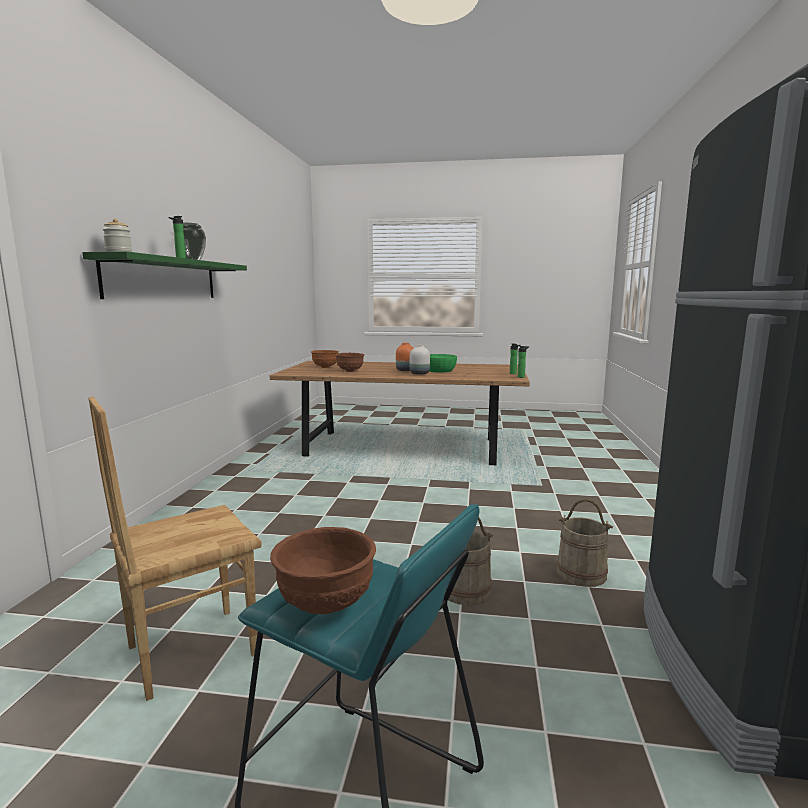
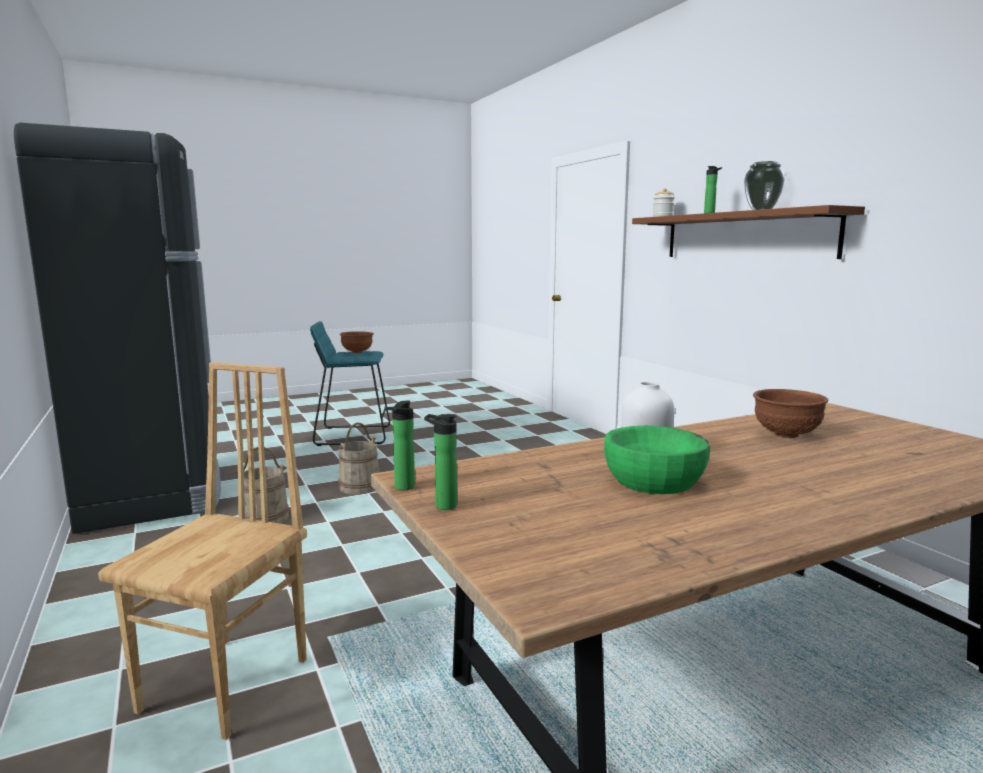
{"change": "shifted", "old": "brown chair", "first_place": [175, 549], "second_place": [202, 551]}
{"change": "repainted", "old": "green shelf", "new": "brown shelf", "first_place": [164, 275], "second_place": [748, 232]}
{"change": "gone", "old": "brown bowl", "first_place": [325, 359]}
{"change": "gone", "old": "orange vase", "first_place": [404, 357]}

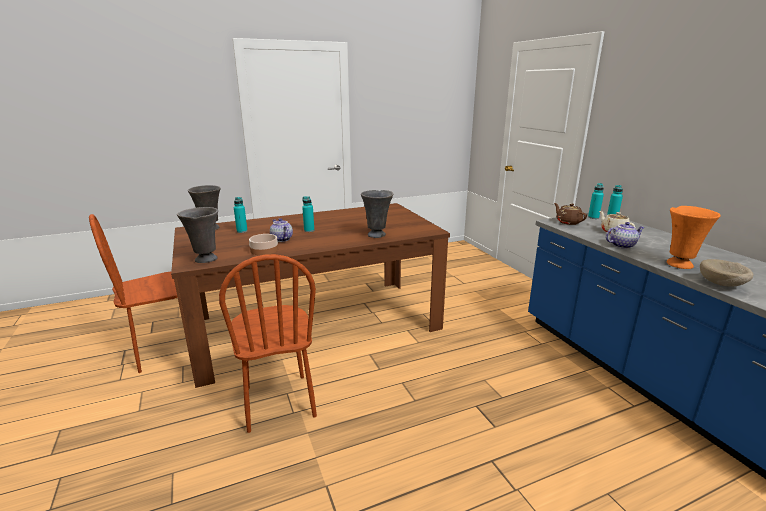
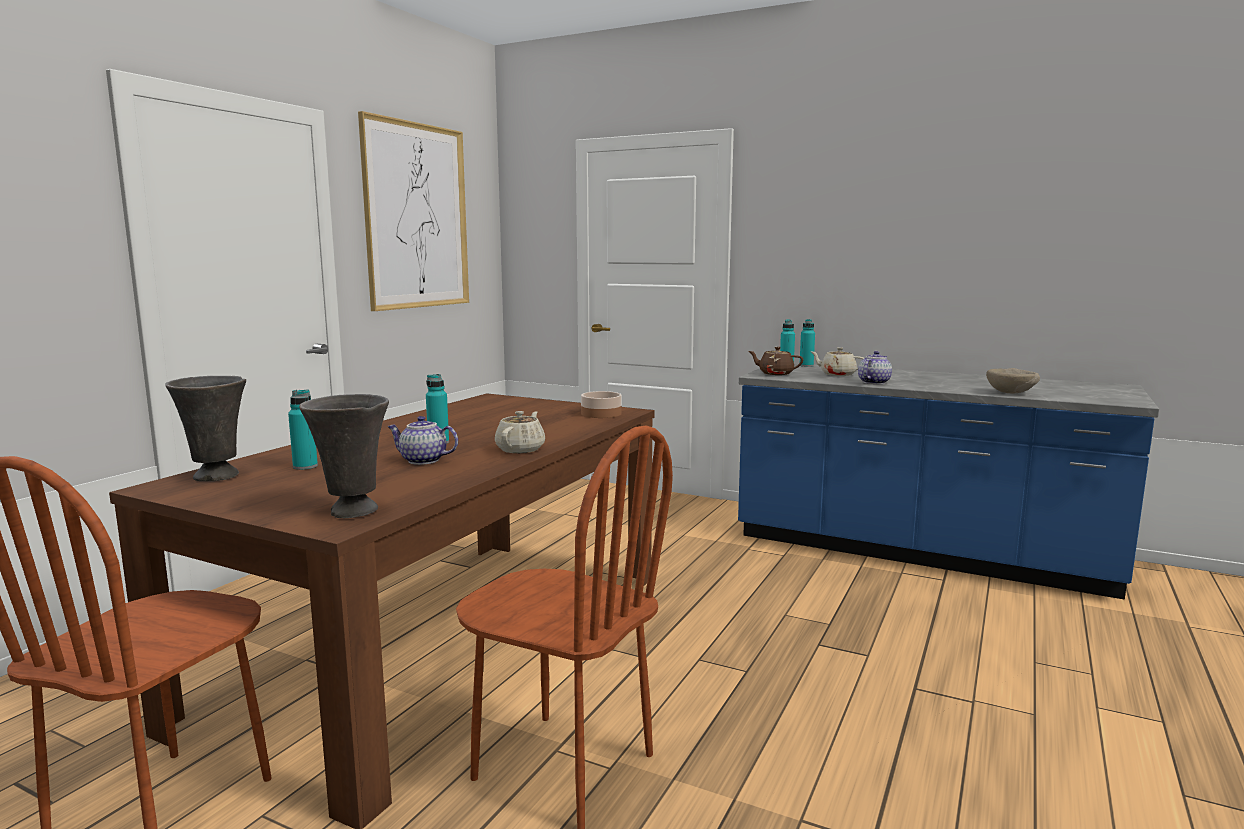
{"change": "new", "new": "picture", "second_place": [413, 211]}
{"change": "new", "new": "beige teapot", "second_place": [520, 432]}
{"change": "shifted", "old": "bowl", "first_place": [263, 244], "second_place": [601, 404]}
{"change": "gone", "old": "grey vase", "first_place": [377, 214]}
{"change": "gone", "old": "orange vase", "first_place": [694, 237]}

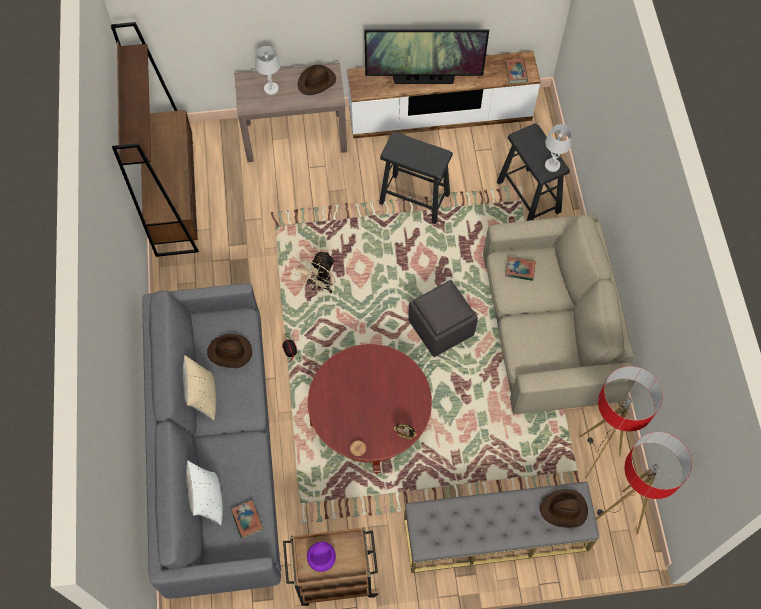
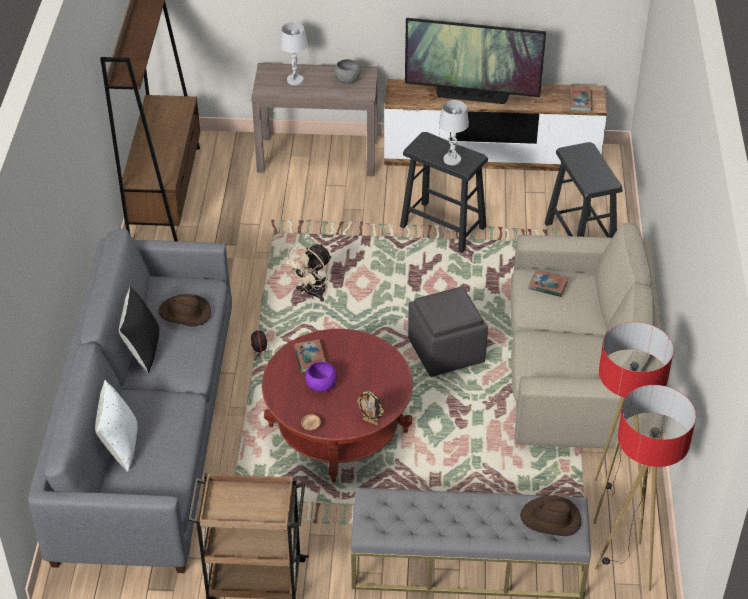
{"change": "repainted", "old": "beige pillow", "new": "black pillow", "first_place": [199, 387], "second_place": [139, 329]}
{"change": "shifted", "old": "book", "first_place": [247, 519], "second_place": [310, 356]}
{"change": "shifted", "old": "purple bowl", "first_place": [321, 556], "second_place": [321, 377]}
{"change": "swapped", "old": "brown hat", "new": "grey bowl", "first_place": [317, 80], "second_place": [347, 71]}
{"change": "shifted", "old": "white table lamp", "first_place": [558, 148], "second_place": [454, 132]}

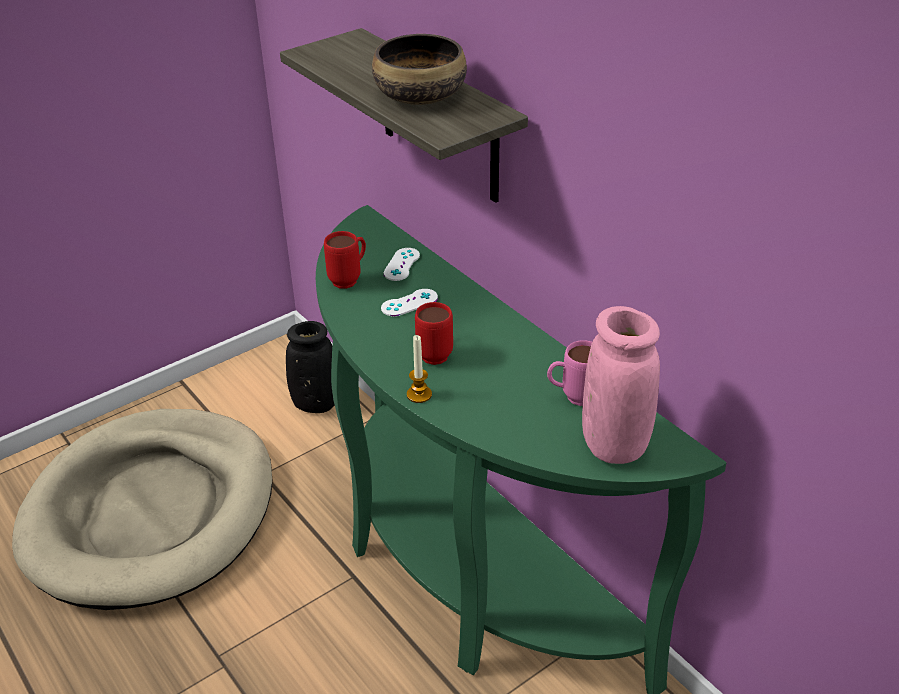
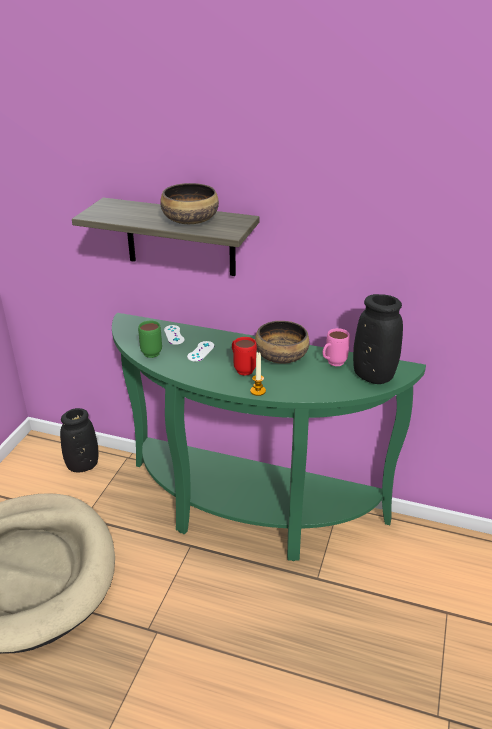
{"change": "repainted", "old": "red mug", "new": "green mug", "first_place": [345, 260], "second_place": [150, 339]}
{"change": "new", "new": "bowl", "second_place": [282, 342]}
{"change": "repainted", "old": "pink vase", "new": "black vase", "first_place": [621, 385], "second_place": [378, 339]}

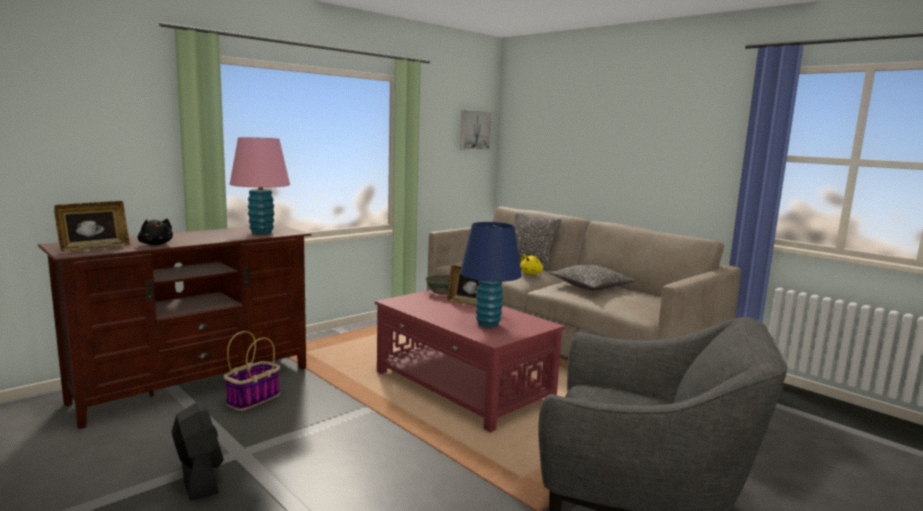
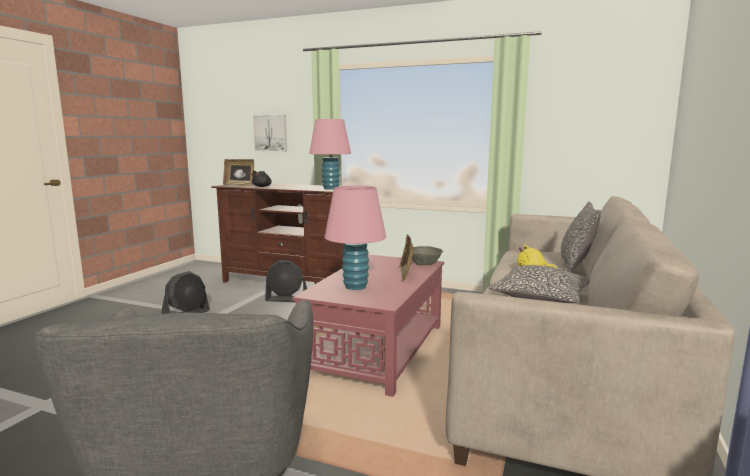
{"change": "shifted", "old": "picture", "first_place": [476, 130], "second_place": [270, 133]}
{"change": "swapped", "old": "basket", "new": "black fan", "first_place": [252, 371], "second_place": [286, 281]}
{"change": "repainted", "old": "blue table lamp", "new": "pink table lamp", "first_place": [491, 274], "second_place": [355, 238]}

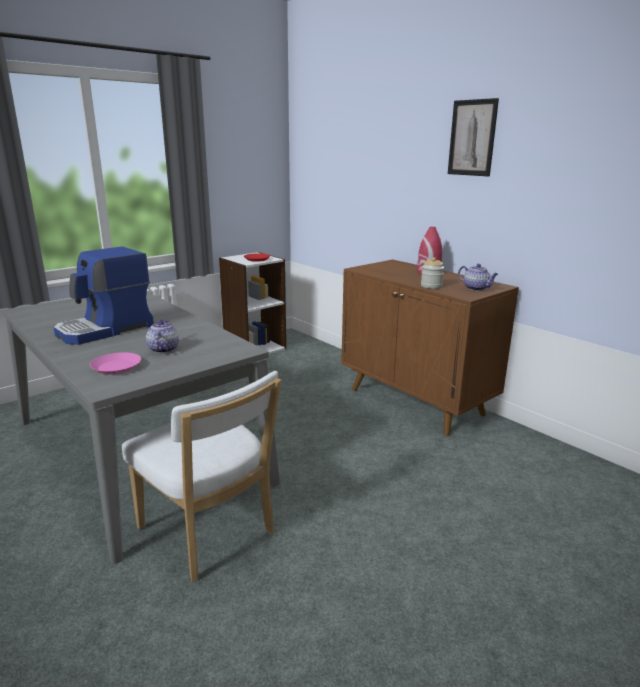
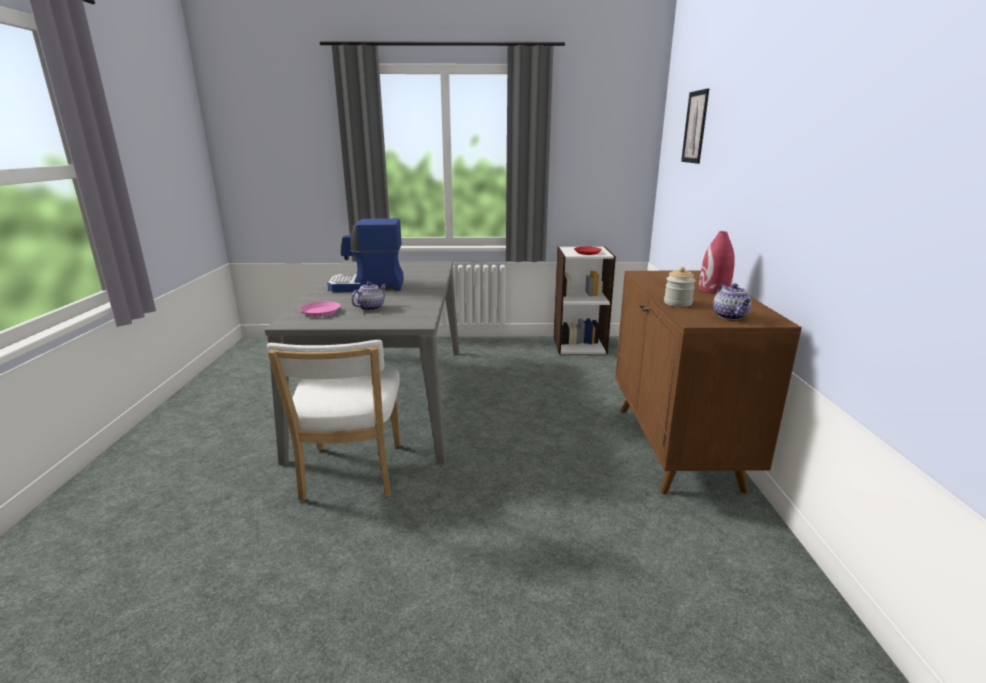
{"change": "shifted", "old": "picture", "first_place": [473, 137], "second_place": [695, 126]}

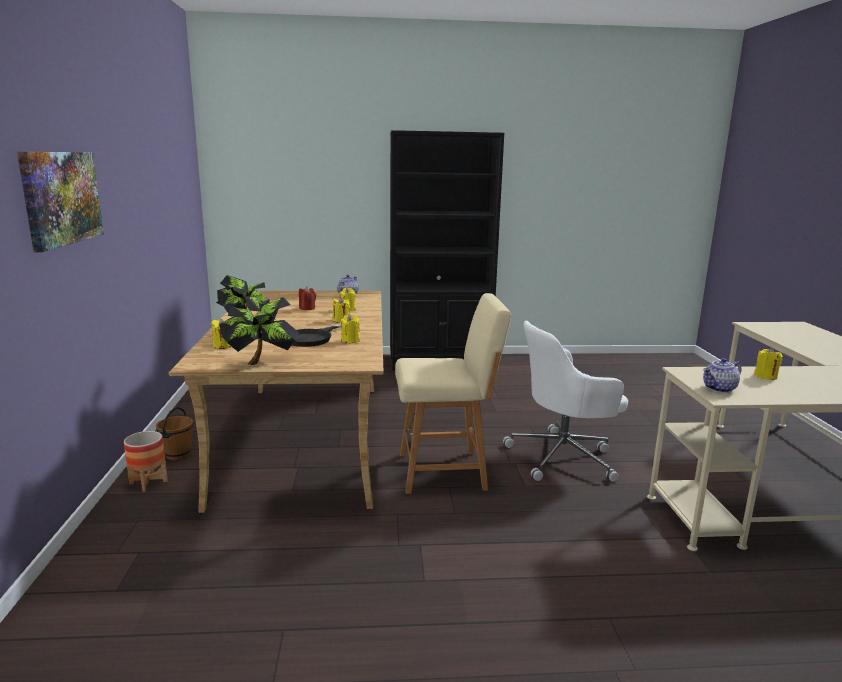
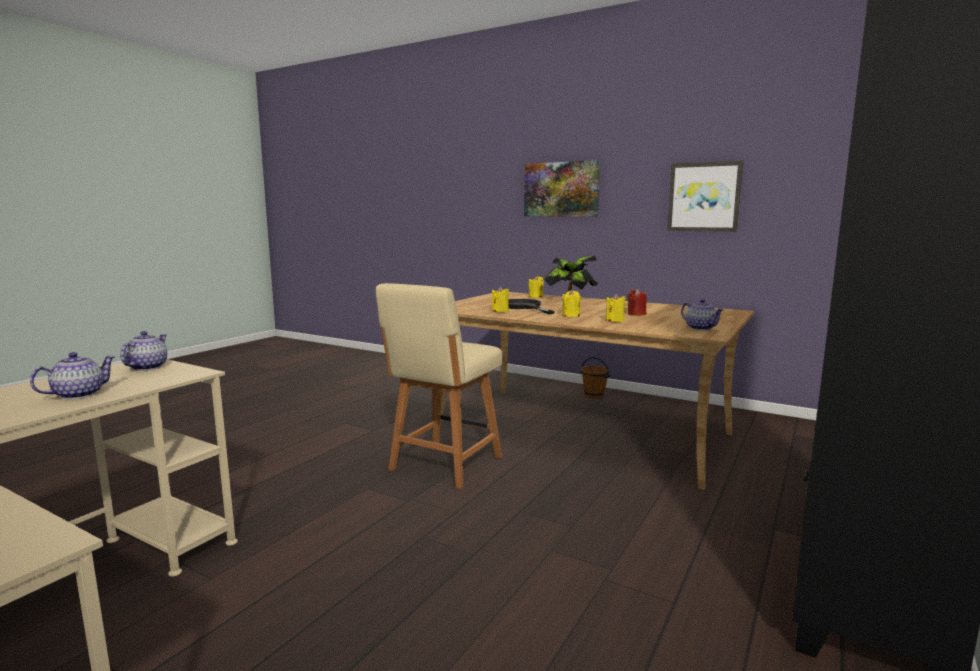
{"change": "swapped", "old": "yellow candle", "new": "teapot", "first_place": [768, 364], "second_place": [73, 375]}
{"change": "new", "new": "picture", "second_place": [705, 196]}
{"change": "gone", "old": "planter", "first_place": [146, 461]}
{"change": "gone", "old": "potted plant", "first_place": [259, 331]}
{"change": "gone", "old": "white office chair", "first_place": [565, 401]}

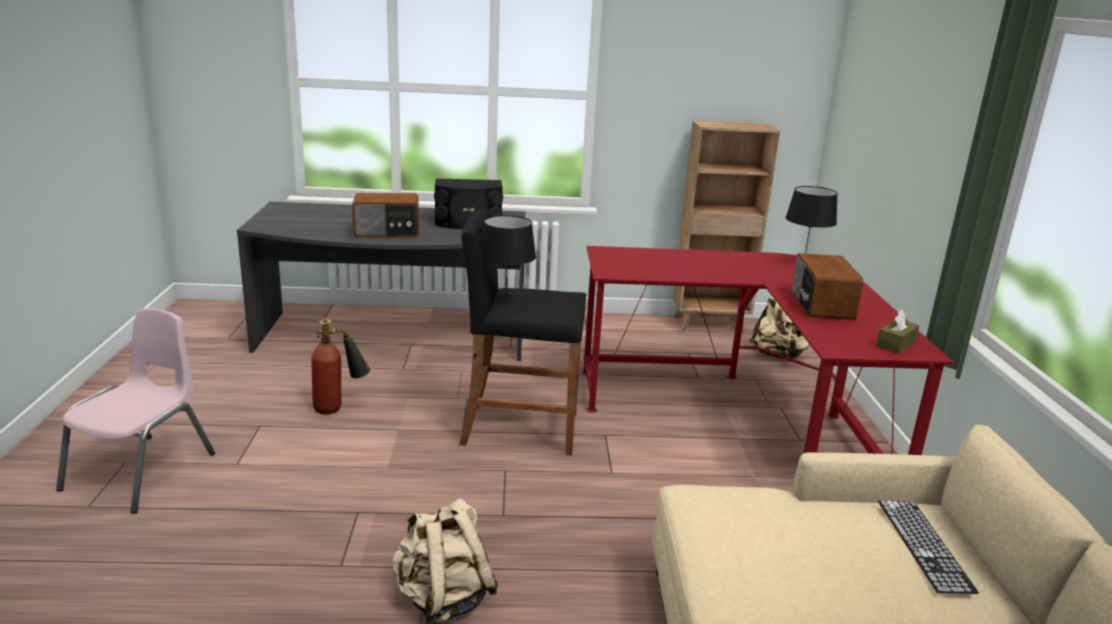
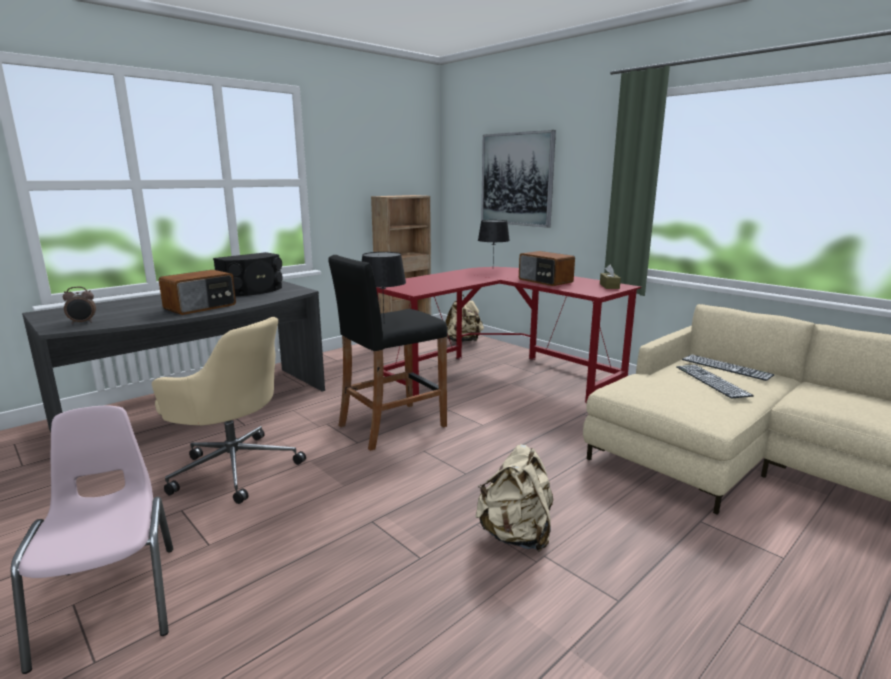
{"change": "new", "new": "alarm clock", "second_place": [79, 305]}
{"change": "swapped", "old": "fire extinguisher", "new": "beige office chair", "first_place": [340, 366], "second_place": [229, 410]}
{"change": "new", "new": "picture", "second_place": [518, 179]}
{"change": "new", "new": "keyboard", "second_place": [715, 381]}

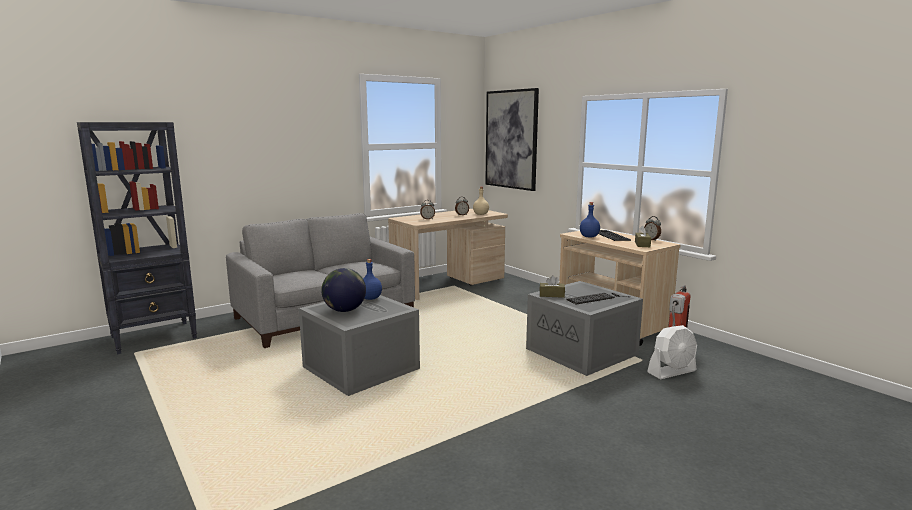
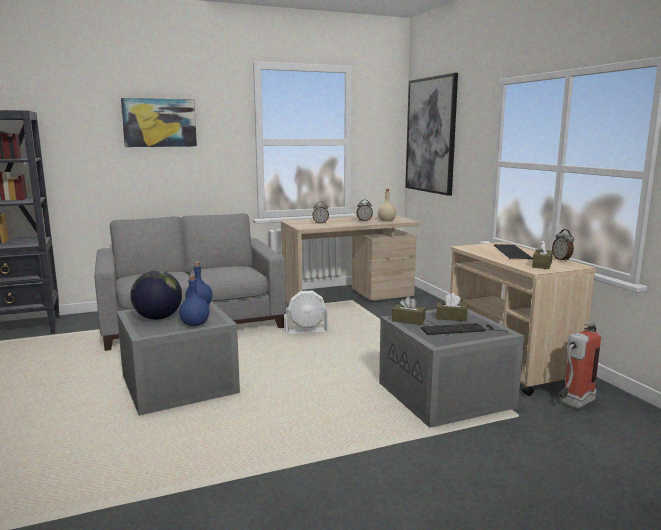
{"change": "new", "new": "picture", "second_place": [159, 122]}
{"change": "shifted", "old": "blue bottle", "first_place": [590, 220], "second_place": [194, 300]}
{"change": "shifted", "old": "white fan", "first_place": [672, 352], "second_place": [307, 313]}
{"change": "new", "new": "brown tissue box", "second_place": [452, 307]}

